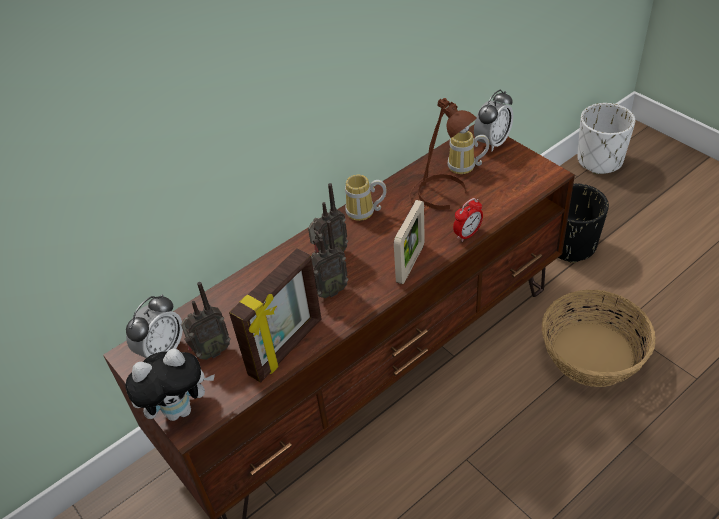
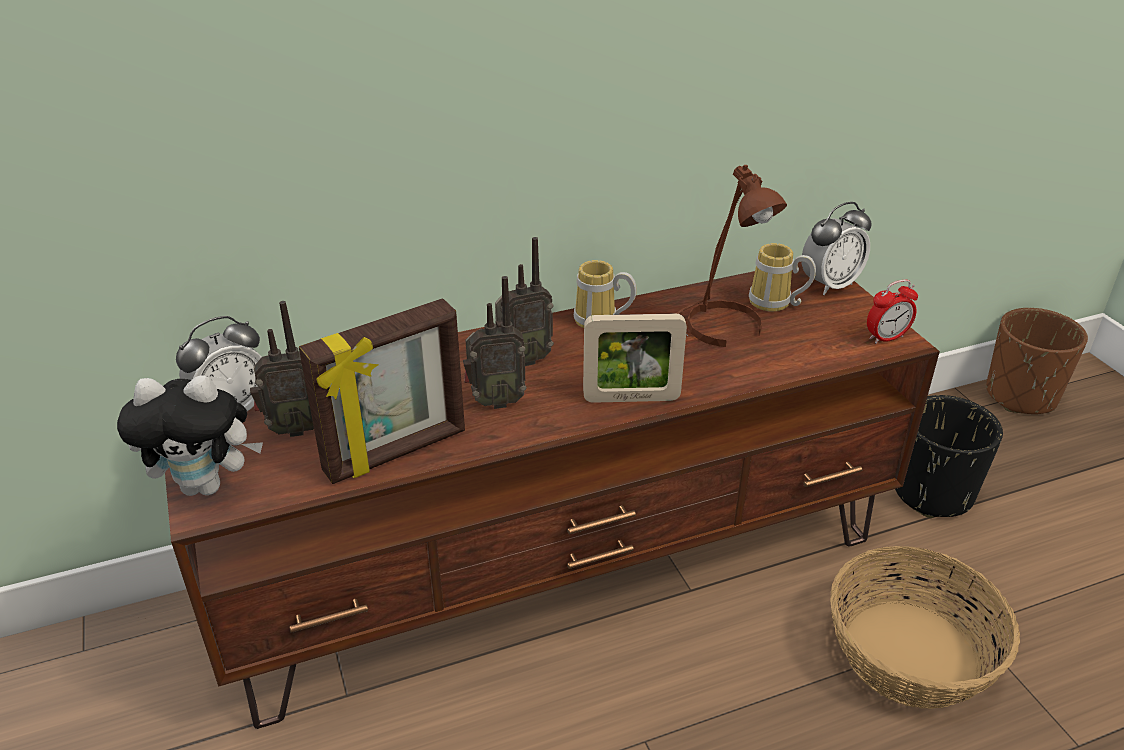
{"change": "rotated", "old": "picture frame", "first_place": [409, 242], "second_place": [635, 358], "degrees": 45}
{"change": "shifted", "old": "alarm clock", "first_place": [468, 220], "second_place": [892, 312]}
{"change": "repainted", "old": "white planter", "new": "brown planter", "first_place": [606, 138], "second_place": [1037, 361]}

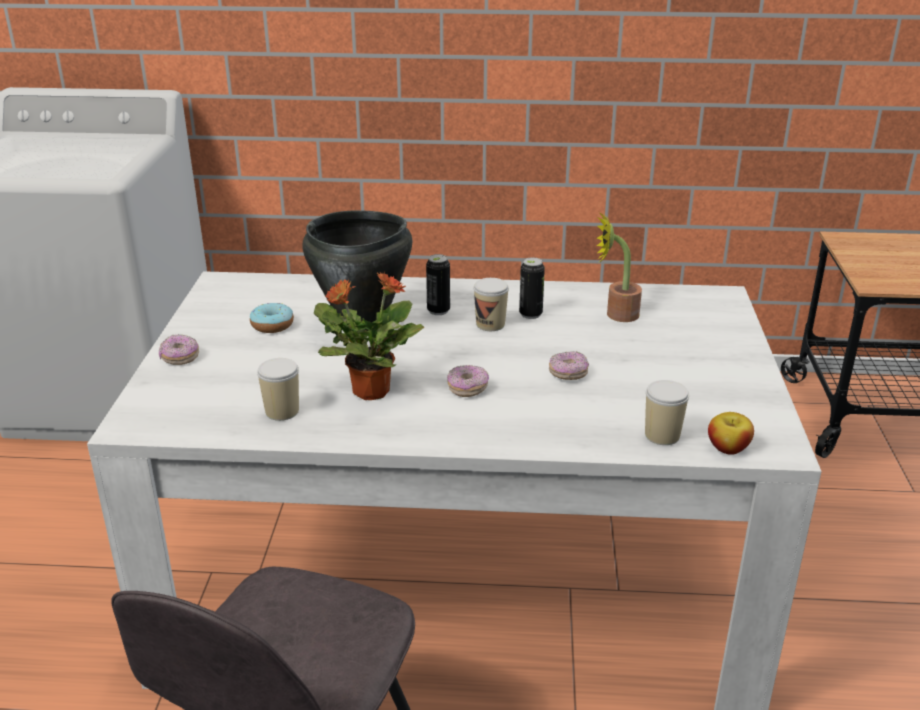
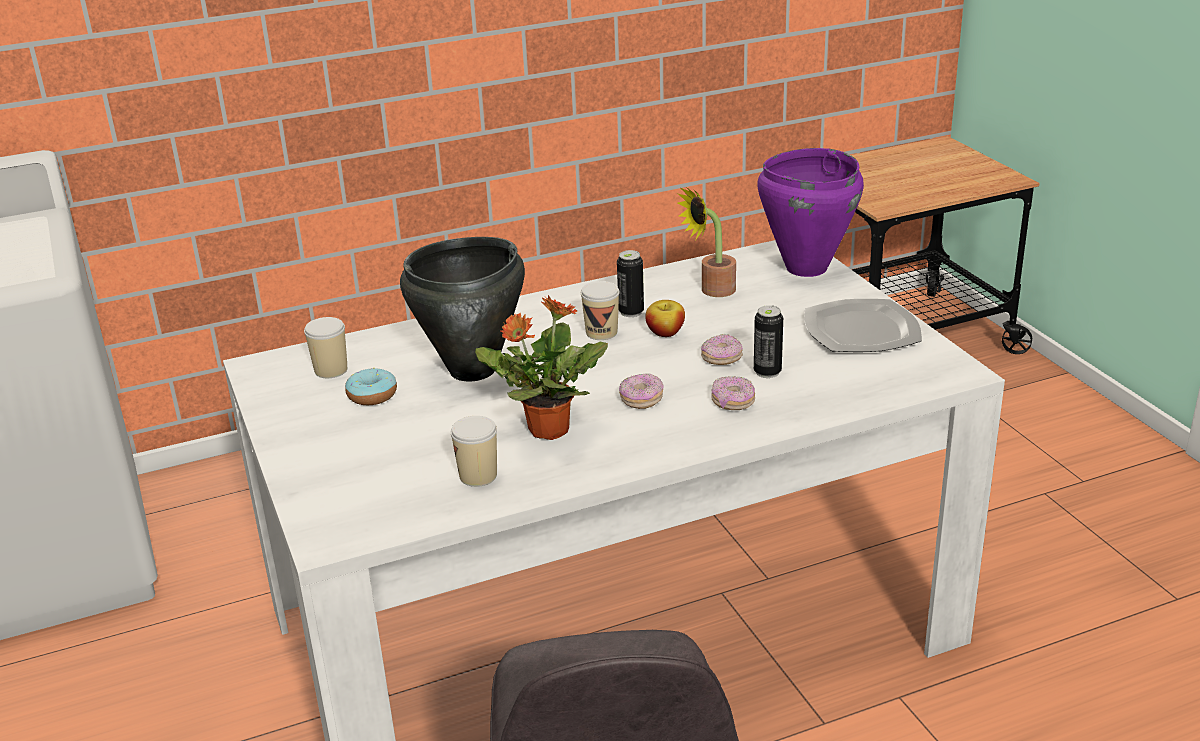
{"change": "shifted", "old": "cup", "first_place": [667, 412], "second_place": [325, 347]}
{"change": "shifted", "old": "apple", "first_place": [731, 433], "second_place": [665, 318]}
{"change": "shifted", "old": "donut", "first_place": [179, 349], "second_place": [733, 393]}
{"change": "shifted", "old": "can", "first_place": [438, 284], "second_place": [768, 341]}
{"change": "new", "new": "purple cooking pot", "second_place": [811, 212]}
{"change": "new", "new": "plate", "second_place": [863, 325]}

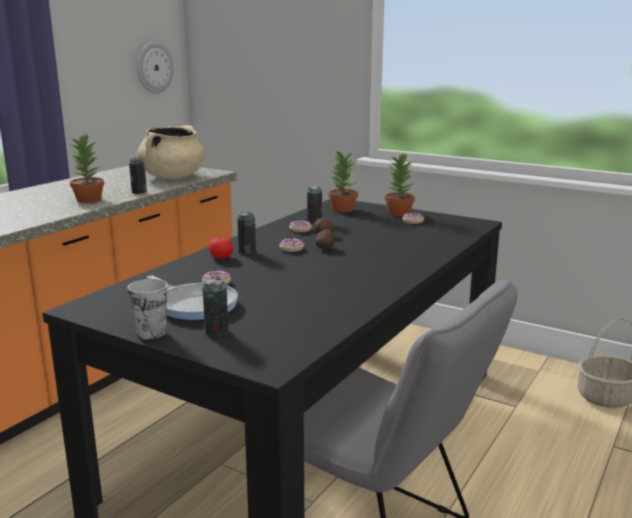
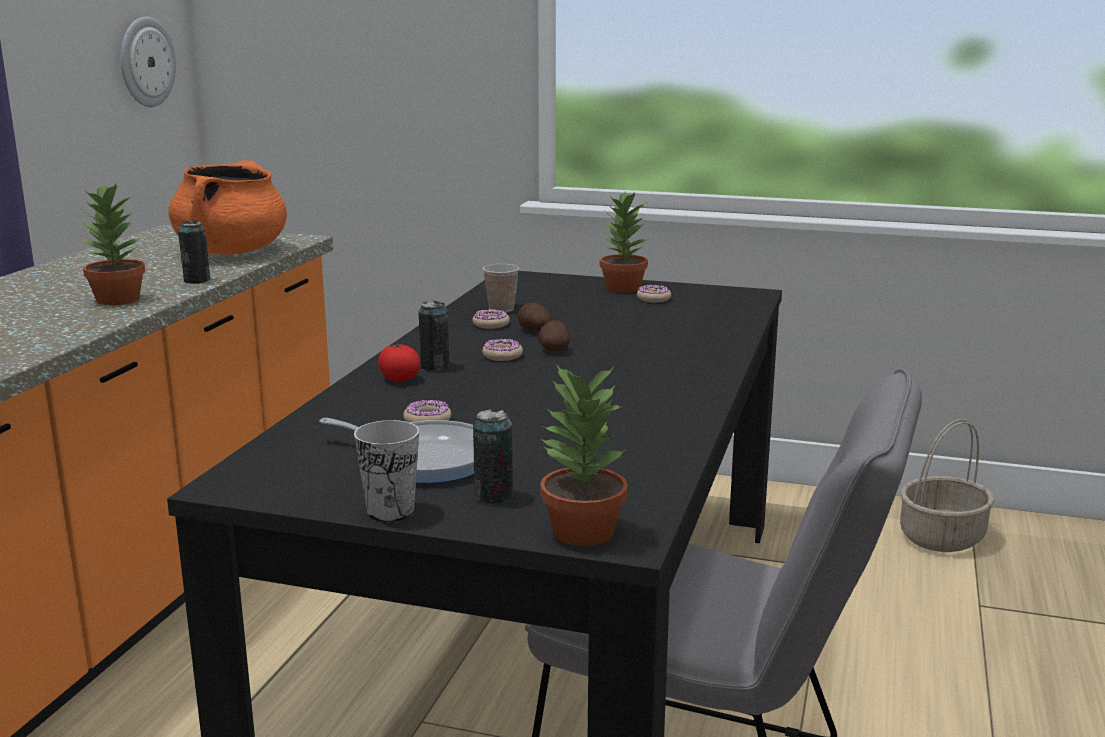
{"change": "repainted", "old": "beige cooking pot", "new": "orange cooking pot", "first_place": [171, 152], "second_place": [227, 207]}
{"change": "swapped", "old": "can", "new": "cup", "first_place": [314, 204], "second_place": [500, 288]}
{"change": "shifted", "old": "potted plant", "first_place": [343, 181], "second_place": [584, 455]}

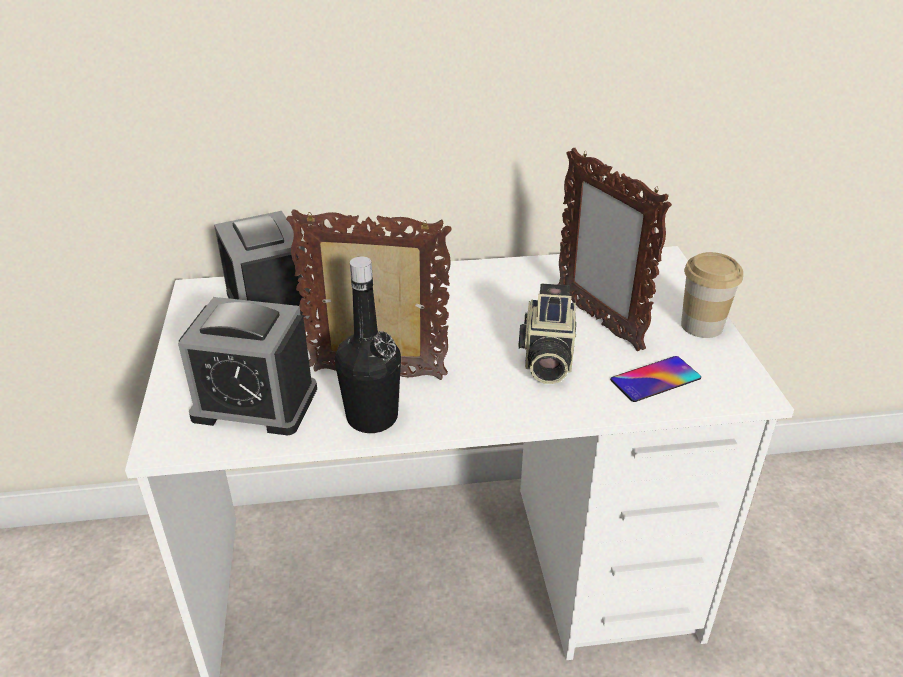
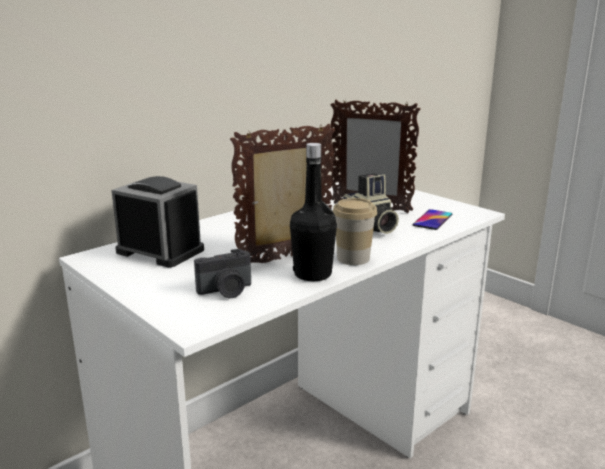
{"change": "swapped", "old": "alarm clock", "new": "photo camera", "first_place": [247, 366], "second_place": [222, 273]}
{"change": "shifted", "old": "cup", "first_place": [712, 295], "second_place": [355, 231]}

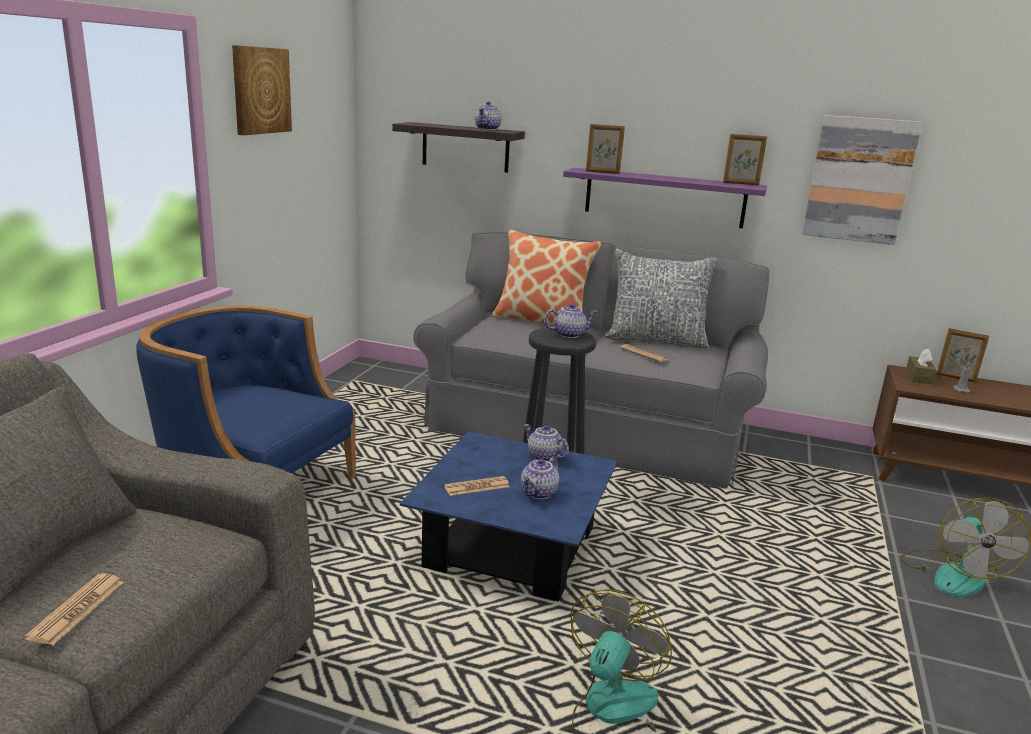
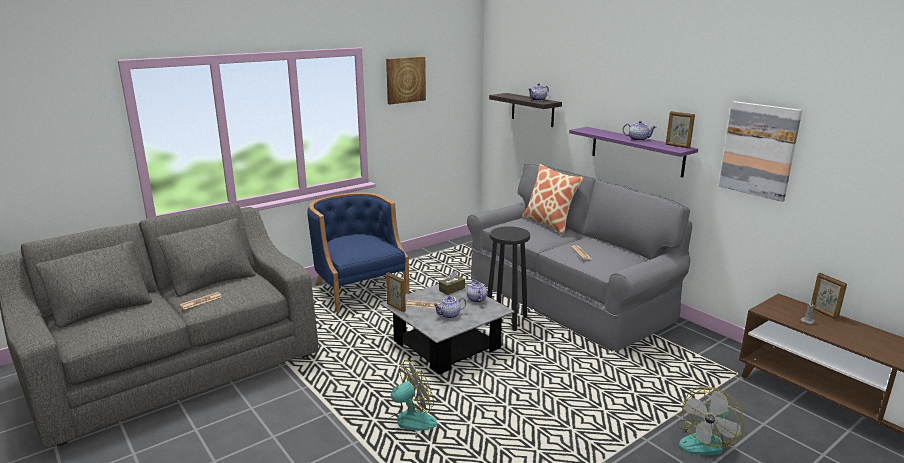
{"change": "repainted", "old": "blue coffee table", "new": "grey coffee table", "first_place": [508, 517], "second_place": [447, 329]}
{"change": "shifted", "old": "picture frame", "first_place": [605, 149], "second_place": [396, 292]}
{"change": "shifted", "old": "brown tissue box", "first_place": [921, 366], "second_place": [452, 283]}
{"change": "shifted", "old": "teapot", "first_place": [570, 320], "second_place": [639, 131]}
{"change": "gone", "old": "pillow", "first_place": [661, 298]}

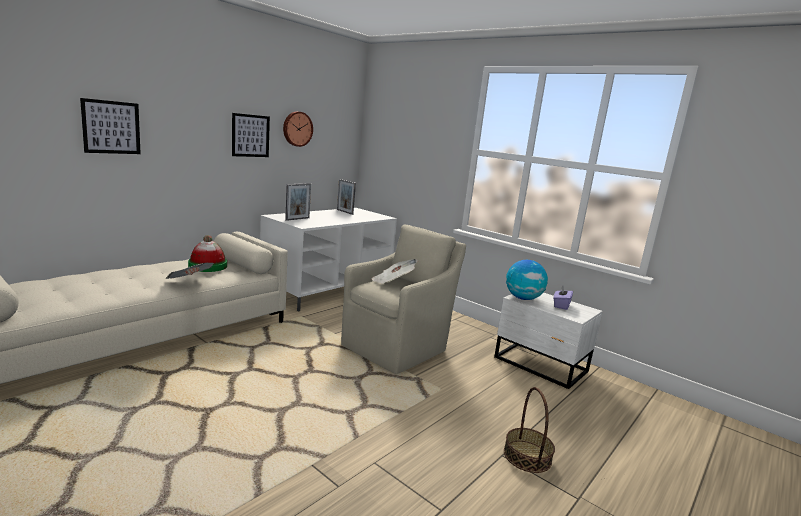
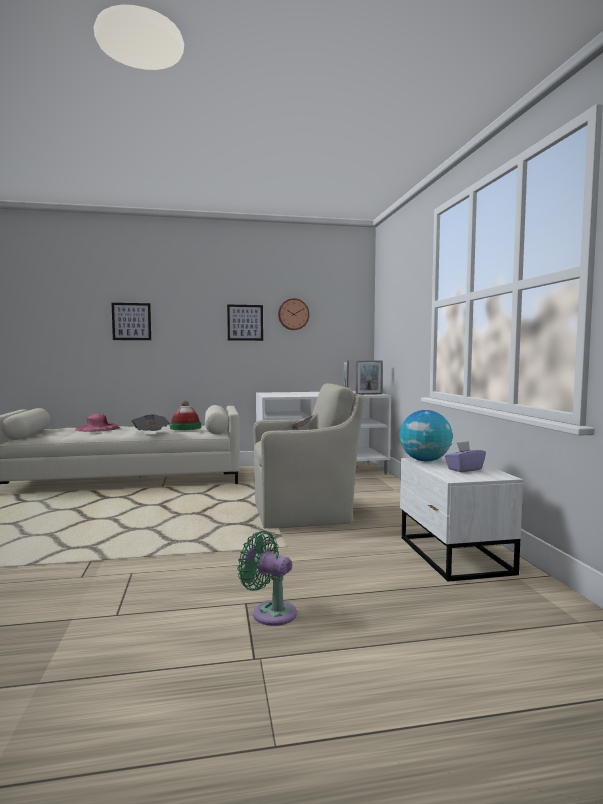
{"change": "new", "new": "pink hat", "second_place": [97, 422]}
{"change": "swapped", "old": "basket", "new": "green fan", "first_place": [529, 430], "second_place": [267, 578]}
{"change": "shifted", "old": "picture frame", "first_place": [298, 202], "second_place": [369, 378]}

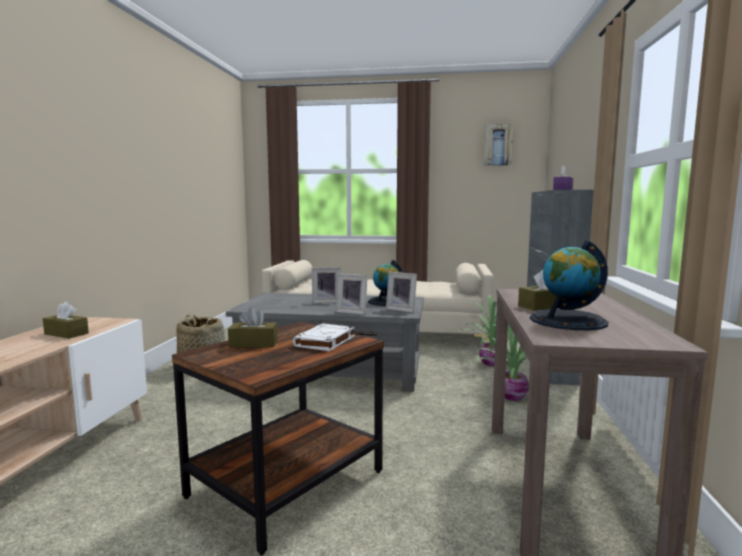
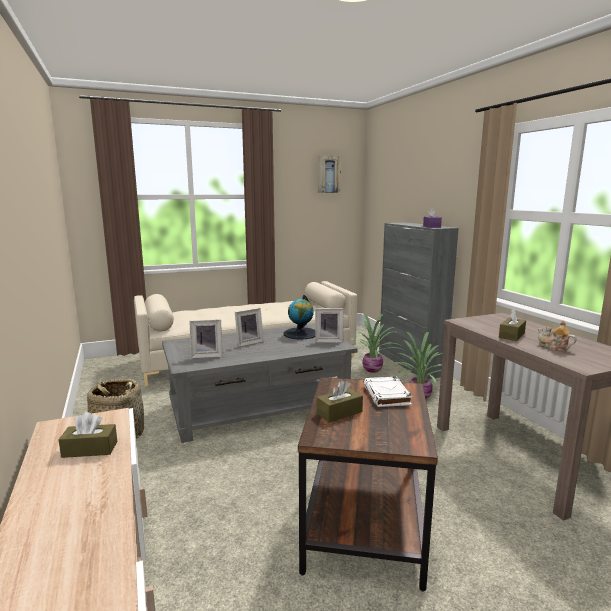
{"change": "shifted", "old": "picture frame", "first_place": [351, 294], "second_place": [206, 338]}
{"change": "swapped", "old": "globe", "new": "teapot", "first_place": [569, 285], "second_place": [557, 336]}

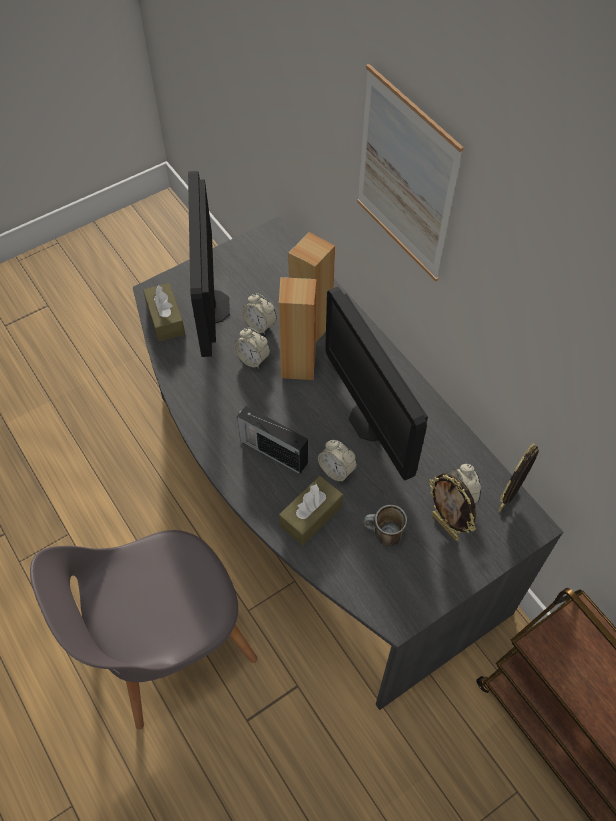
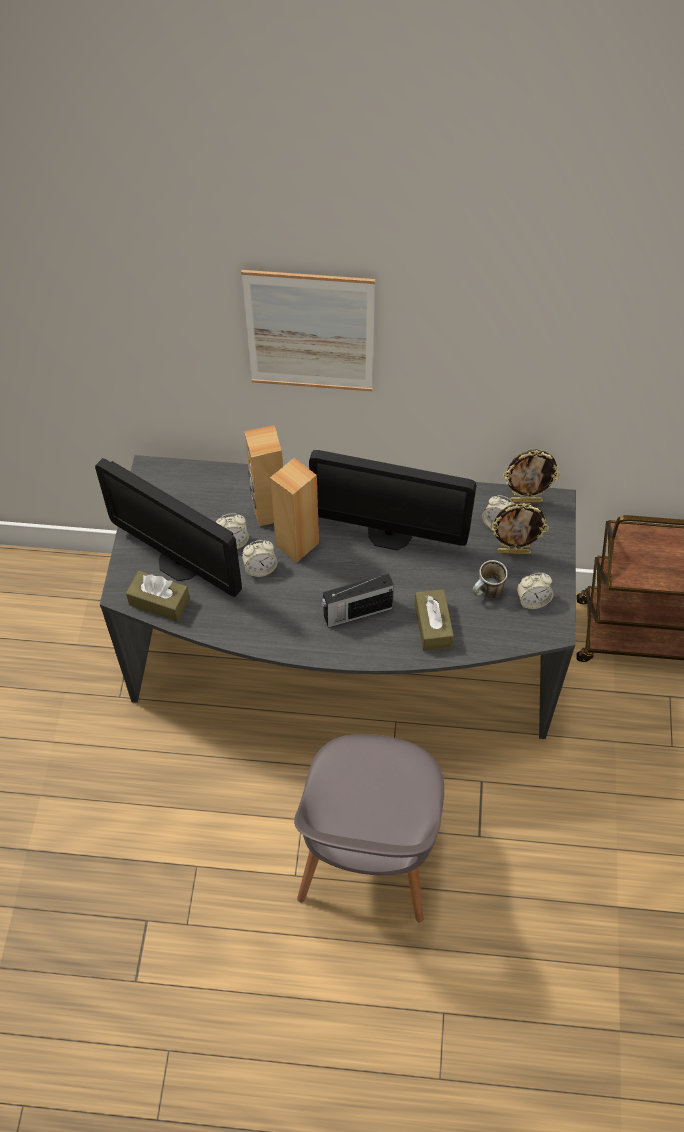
{"change": "rotated", "old": "picture frame", "first_place": [519, 477], "second_place": [532, 476], "degrees": -75}
{"change": "shifted", "old": "alarm clock", "first_place": [337, 461], "second_place": [535, 591]}

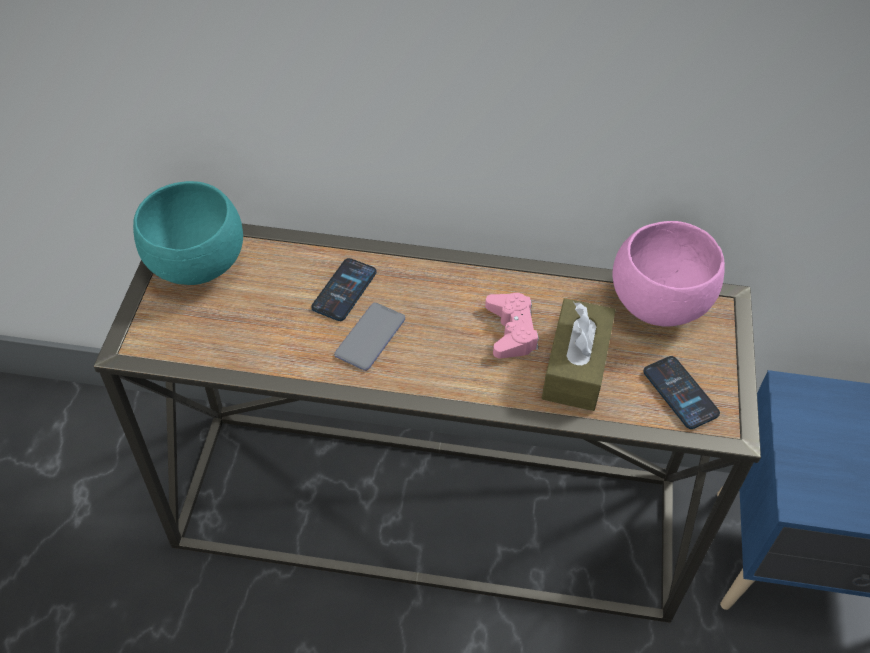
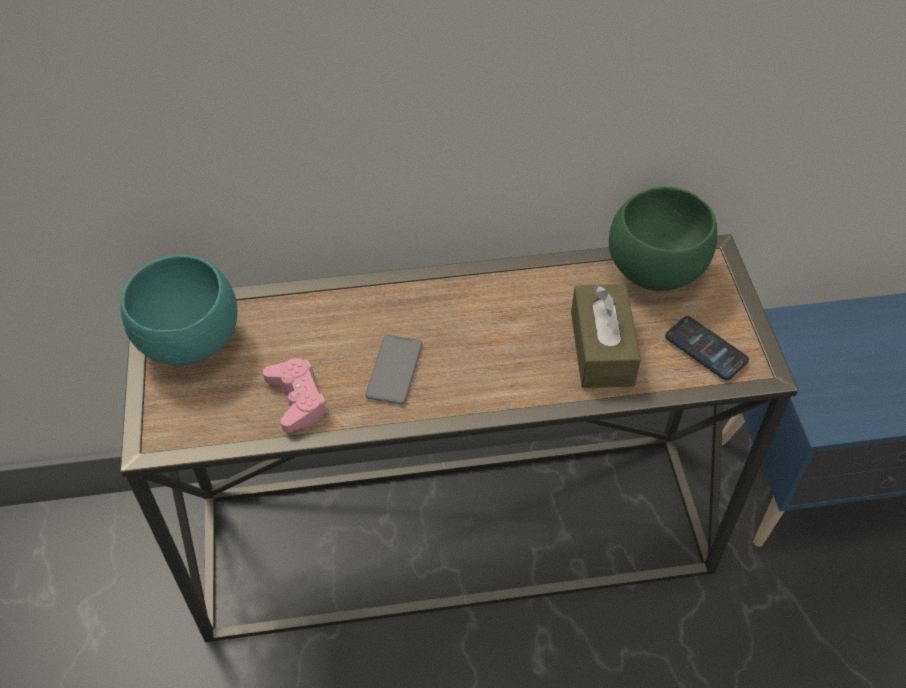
{"change": "shifted", "old": "pink game controller", "first_place": [512, 326], "second_place": [296, 395]}
{"change": "repainted", "old": "pink bowl", "new": "green bowl", "first_place": [668, 274], "second_place": [663, 238]}
{"change": "gone", "old": "phone", "first_place": [343, 289]}

